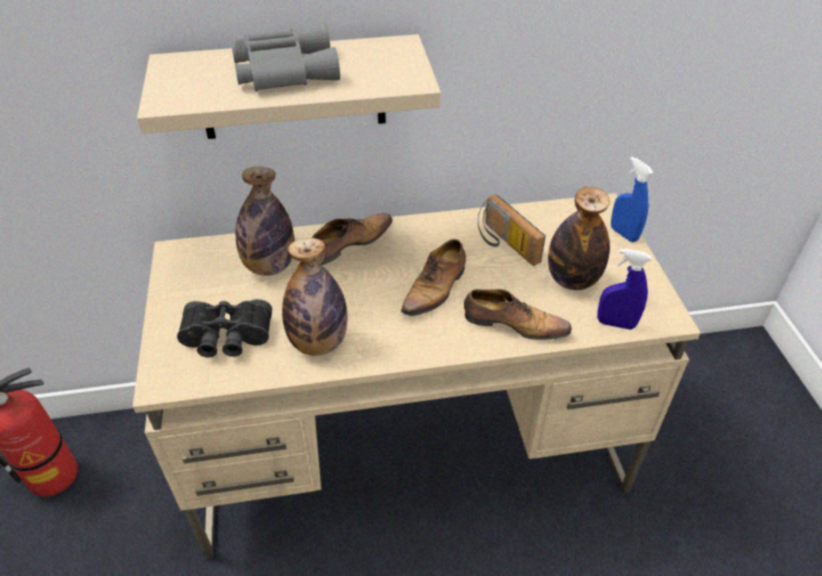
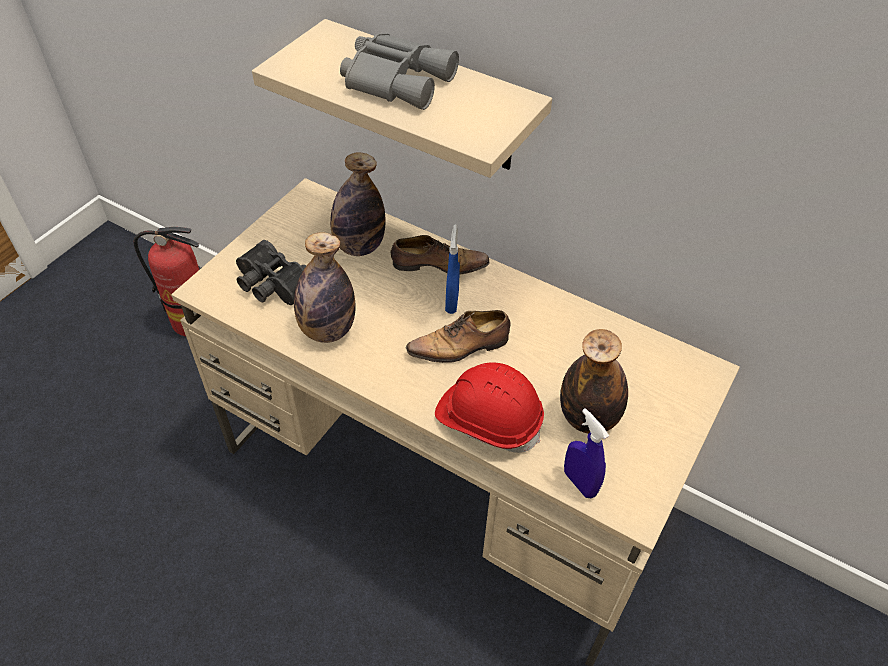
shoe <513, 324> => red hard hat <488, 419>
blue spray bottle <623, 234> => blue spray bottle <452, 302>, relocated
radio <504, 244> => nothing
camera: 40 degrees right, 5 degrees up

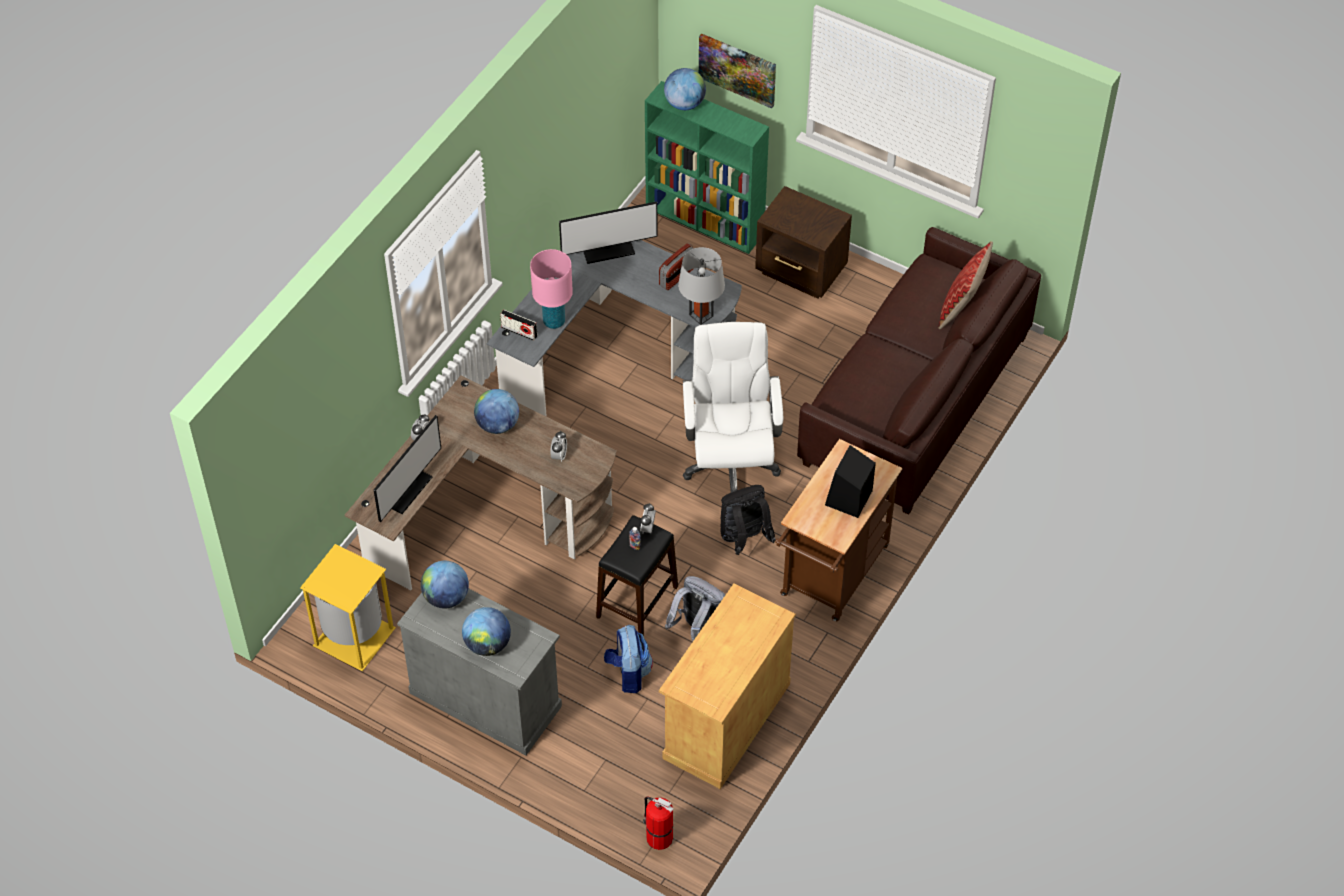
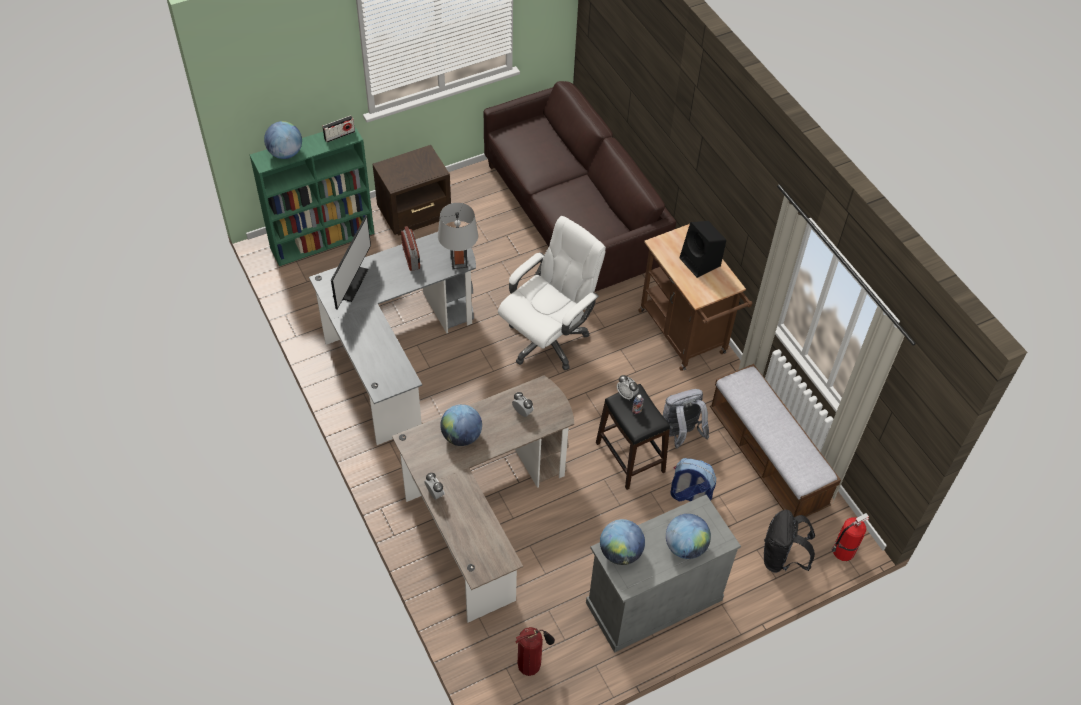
radio <519, 332> => radio <339, 135>, relocated
white office chair <730, 462> => white office chair <548, 339>, 105 degrees clockwise
yellow trash can <354, 635> => fire extinguisher <531, 665>
beige cabinet <726, 720> => bench <767, 458>
black backpack <744, 539> => black backpack <781, 558>, relocated
monitor <407, 490> => nothing
pink table lamp <554, 321> => nothing
picture <738, 69> => nothing
pillow <961, 307> => nothing
camera: 60 degrees left, 0 degrees up

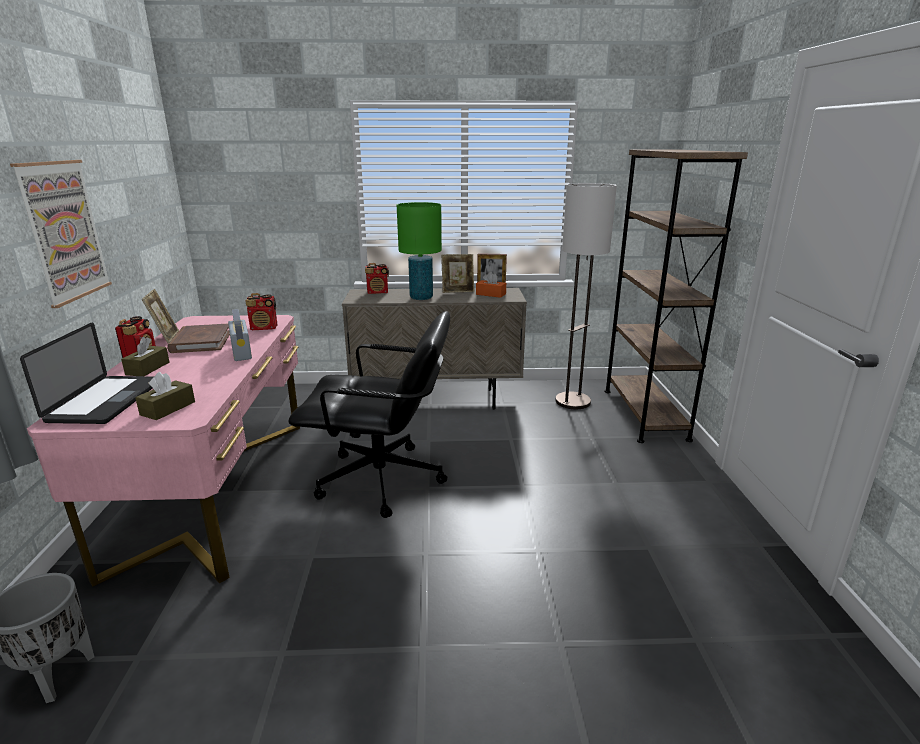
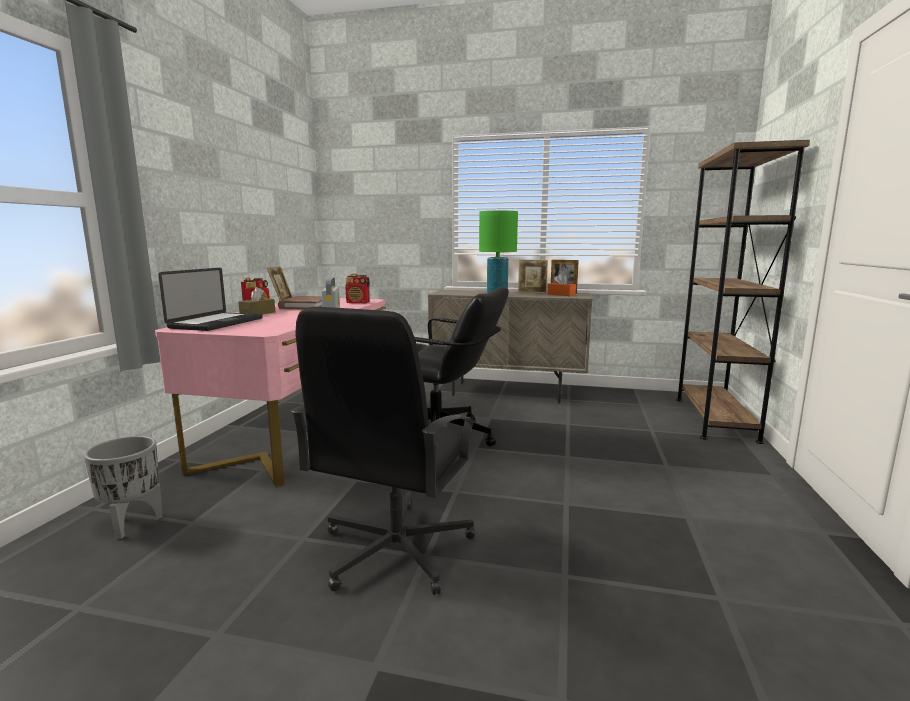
nothing => black office chair <394, 550>
picture <64, 231> => nothing
brown tissue box <168, 408> => nothing
radio <378, 292> => nothing
floor lamp <572, 401> => nothing
camera: 15 degrees right, 10 degrees down

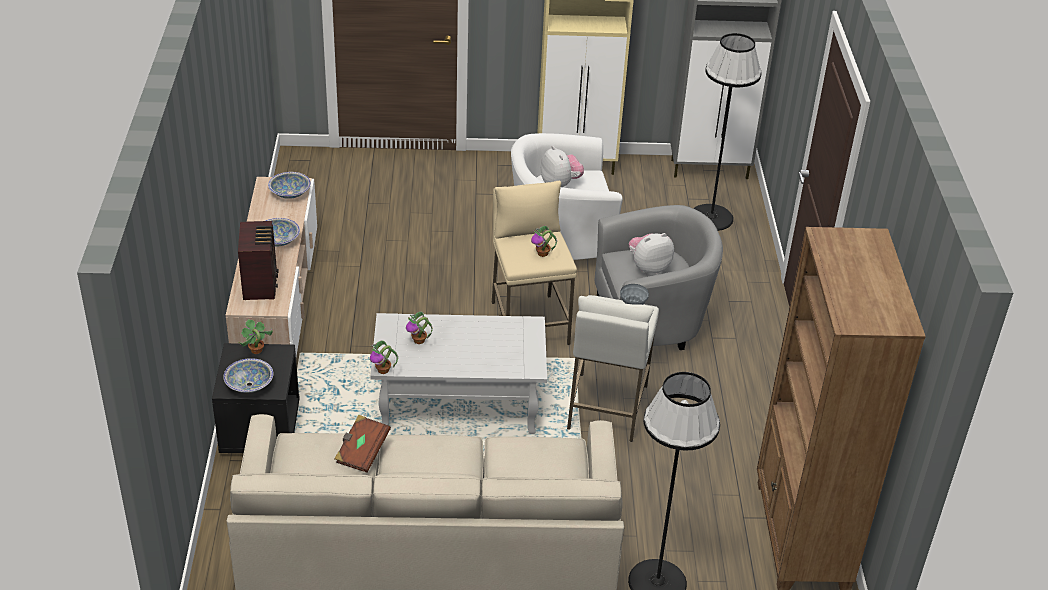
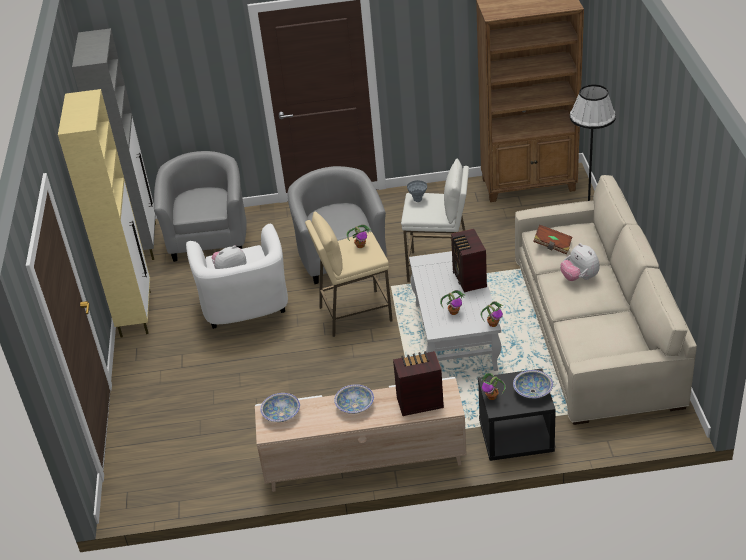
black floor lamp <711, 217> => grey armchair <209, 237>
nothing => radio <469, 279>
brown book <362, 452> => brown book <552, 246>, relocated
plush toy <648, 267> => plush toy <579, 278>, relocated
camera: 90 degrees left, 0 degrees up

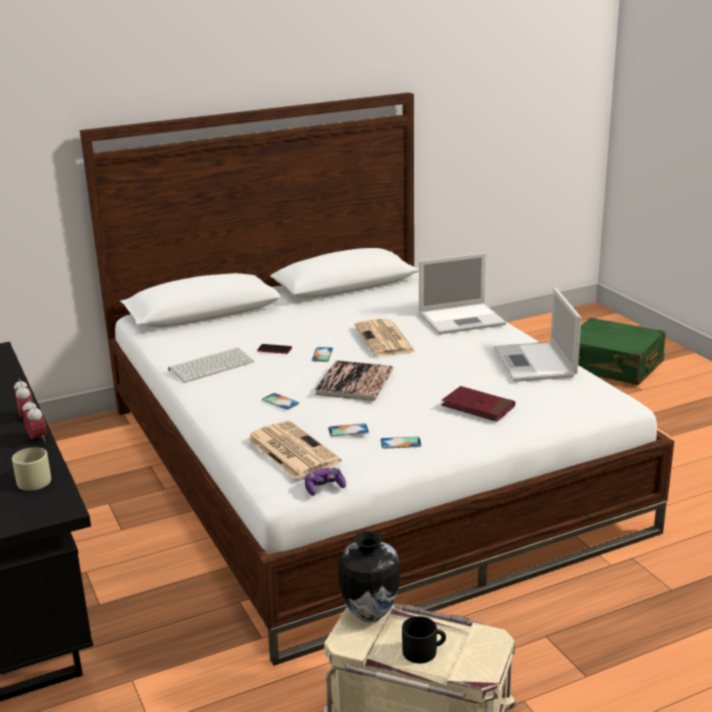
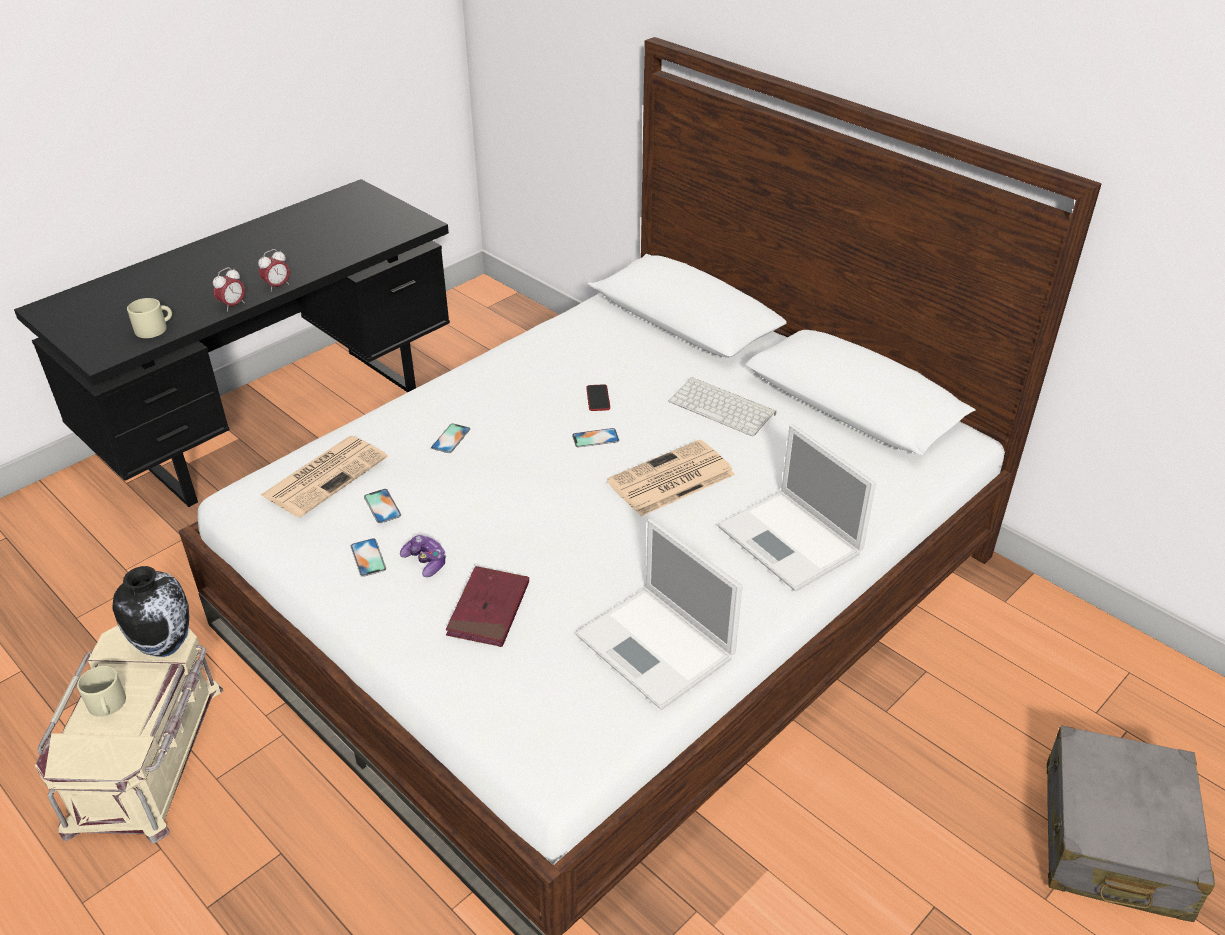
black mug <424, 651> => beige mug <107, 705>
game controller <324, 488> => game controller <425, 562>, relocated
laptop <535, 363> => laptop <657, 648>, 105 degrees counterclockwise
keyboard <212, 365> => keyboard <724, 407>, relocated
green suitcase <612, 366> => grey suitcase <1113, 839>
book <355, 382> => nothing
camera: 70 degrees right, 15 degrees up

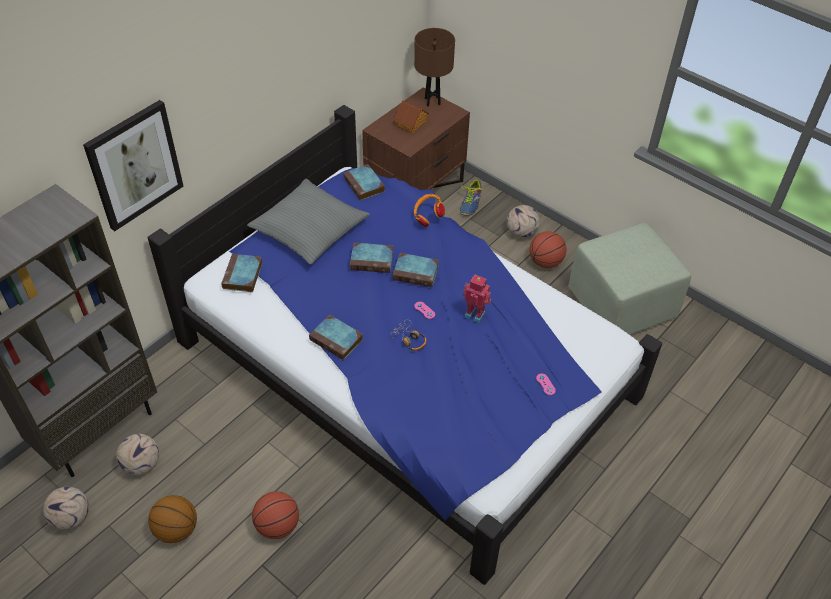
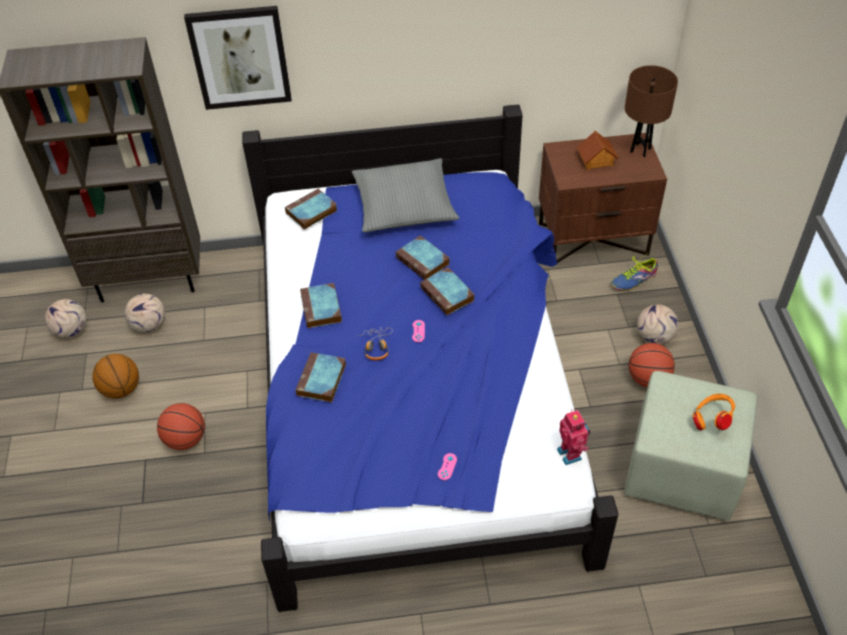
book <364, 185> => book <321, 381>, relocated
toy robot <475, 313> => toy robot <571, 454>, relocated
orange headphones <427, 217> => orange headphones <711, 420>, relocated
camera: 45 degrees right, 0 degrees up

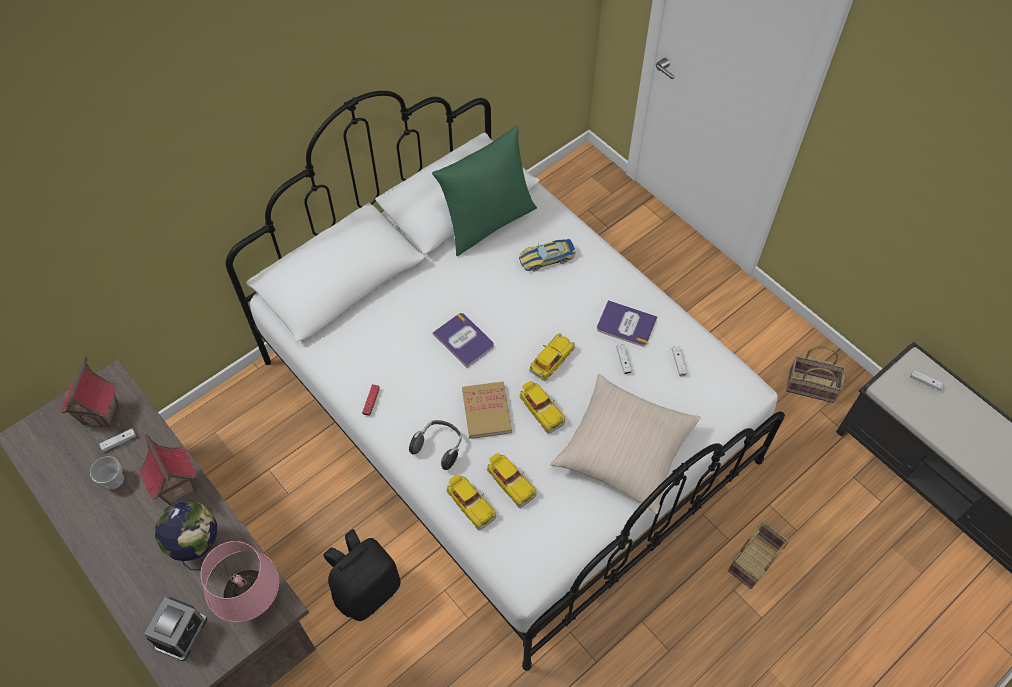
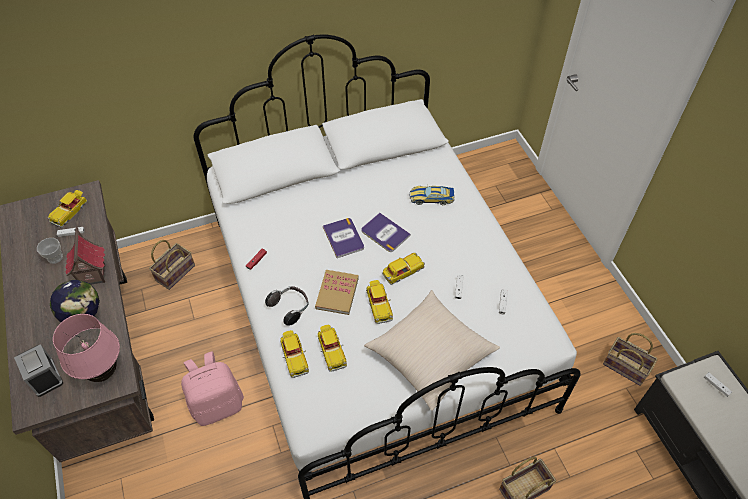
alarm clock <181, 633> => alarm clock <45, 377>, 75 degrees counterclockwise
toy house <101, 414> => toy car <70, 212>
nothing => basket <175, 272>
black backpack <366, 588> => pink backpack <217, 404>
book <626, 324> => book <385, 233>, relocated
green pillow <487, 222> => nothing
camera: 20 degrees right, 5 degrees down

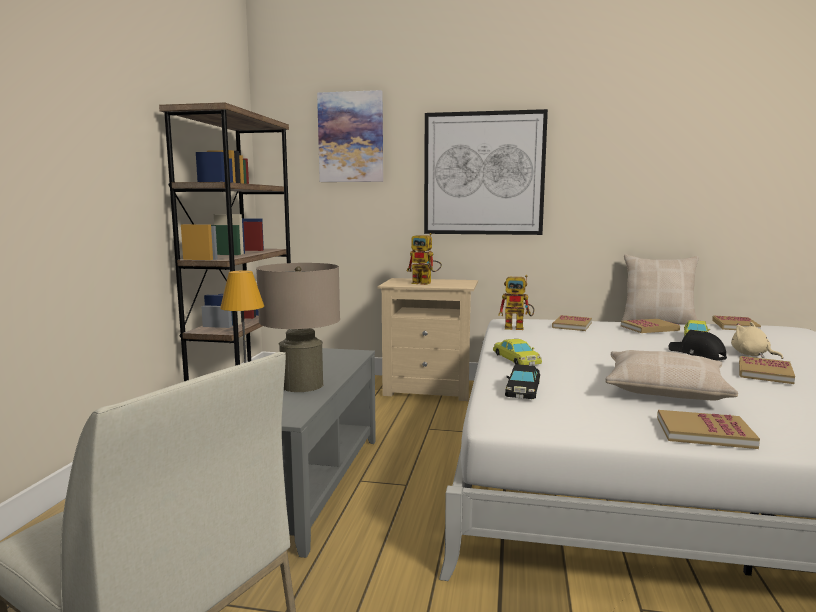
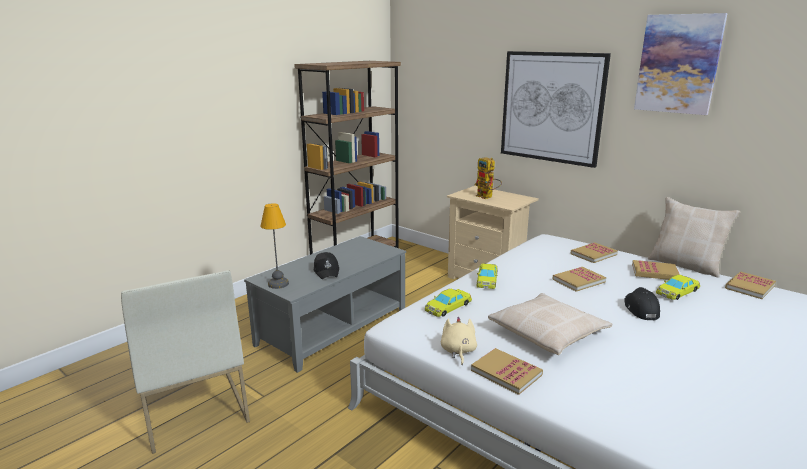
beige table lamp <302, 385> => black cap <327, 271>
black toy car <523, 389> => yellow toy car <448, 307>
beige plush toy <751, 355> => beige plush toy <458, 351>, relocated
book <764, 372> => book <578, 280>, relocated
picture <351, 137> => picture <678, 64>, relocated
toy robot <518, 328> => nothing
camera: 30 degrees right, 10 degrees up

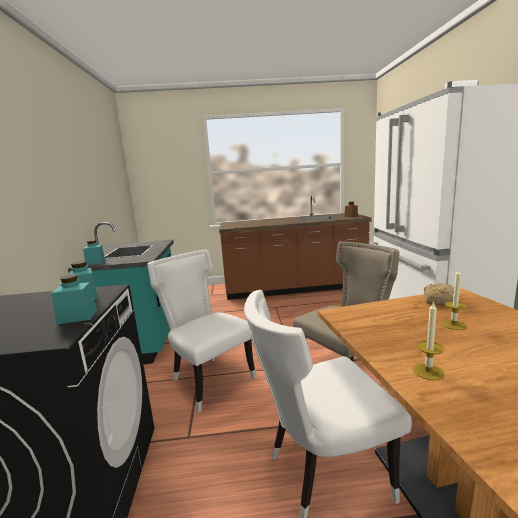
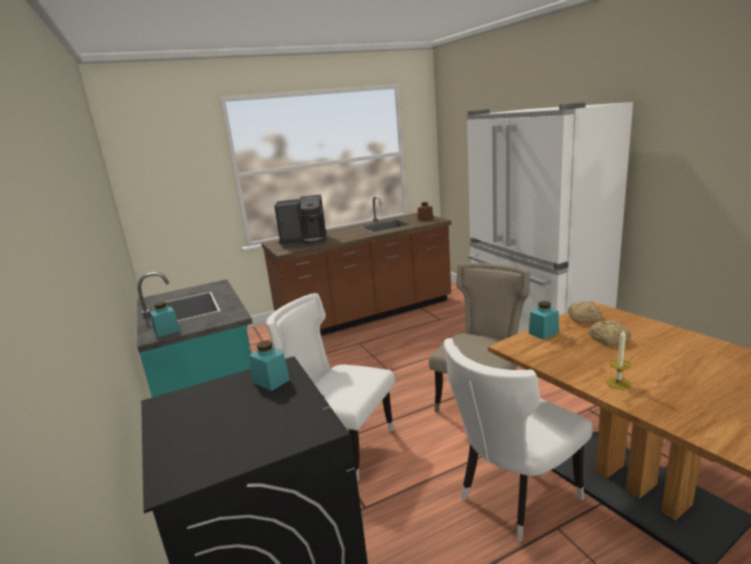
nothing => coffee machine <305, 241>
turquoise jar <77, 317> => turquoise jar <543, 333>, relocated
candle <453, 325> => bread <608, 339>
camera: 20 degrees left, 5 degrees up

